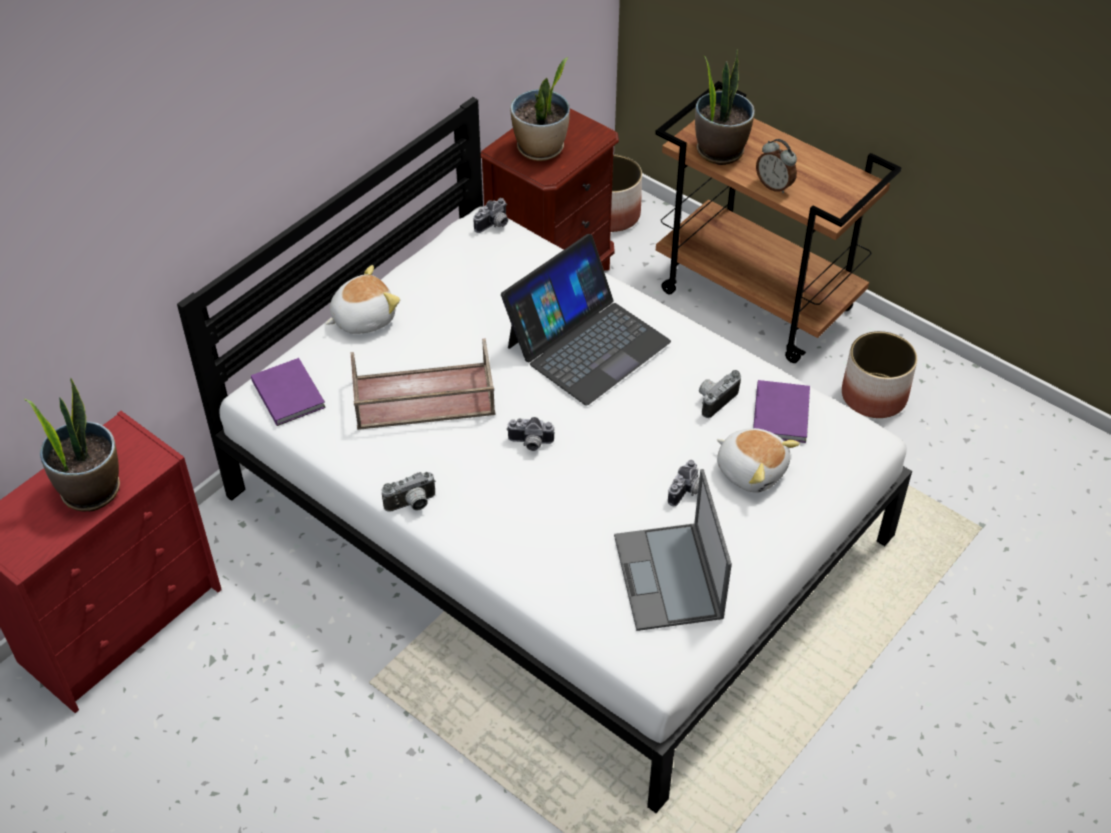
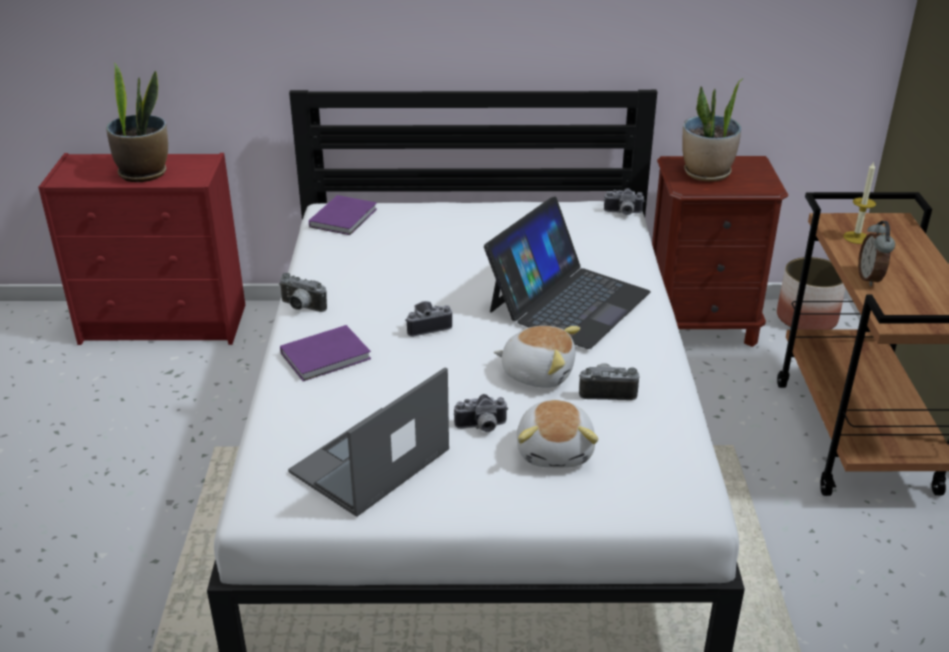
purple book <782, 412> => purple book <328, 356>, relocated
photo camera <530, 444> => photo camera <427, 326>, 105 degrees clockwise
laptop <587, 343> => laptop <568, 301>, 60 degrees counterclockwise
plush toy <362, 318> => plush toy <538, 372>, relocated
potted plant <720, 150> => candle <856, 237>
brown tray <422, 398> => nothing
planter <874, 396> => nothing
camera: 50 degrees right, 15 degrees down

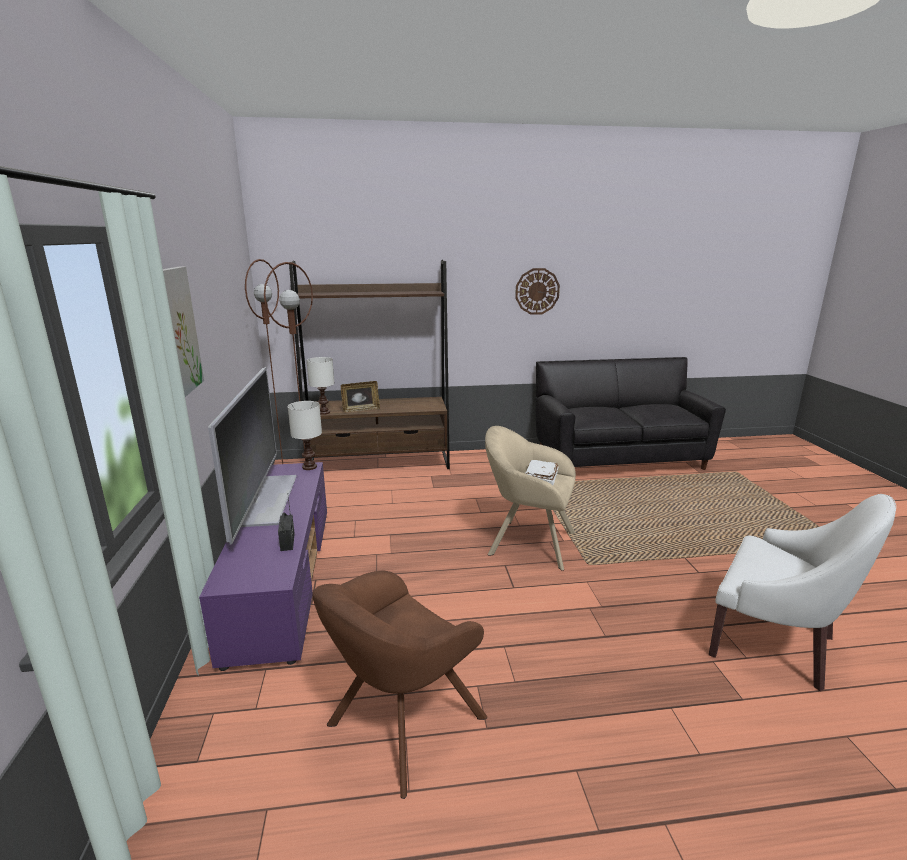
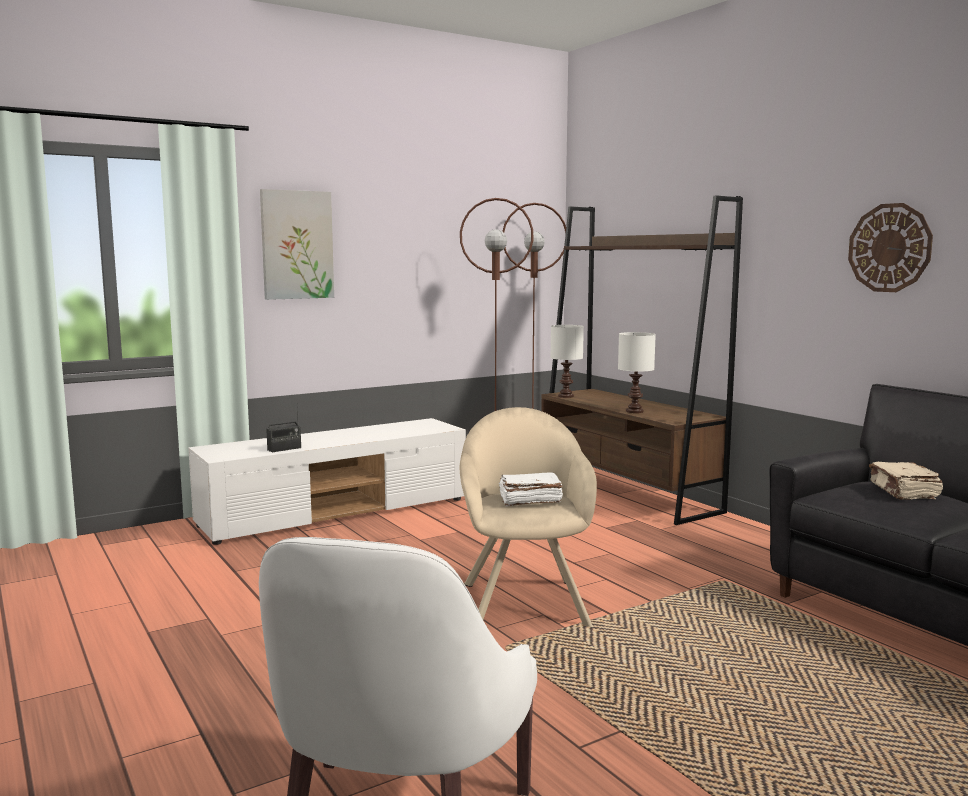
purple tv stand <282, 577> => white tv stand <337, 512>
white table lamp <309, 467> => white table lamp <633, 411>, relocated
nothing => beige book <903, 492>
television <268, 499> => nothing
brown armchair <400, 726> => nothing
picture frame <361, 409> => nothing
camera: 65 degrees right, 10 degrees down

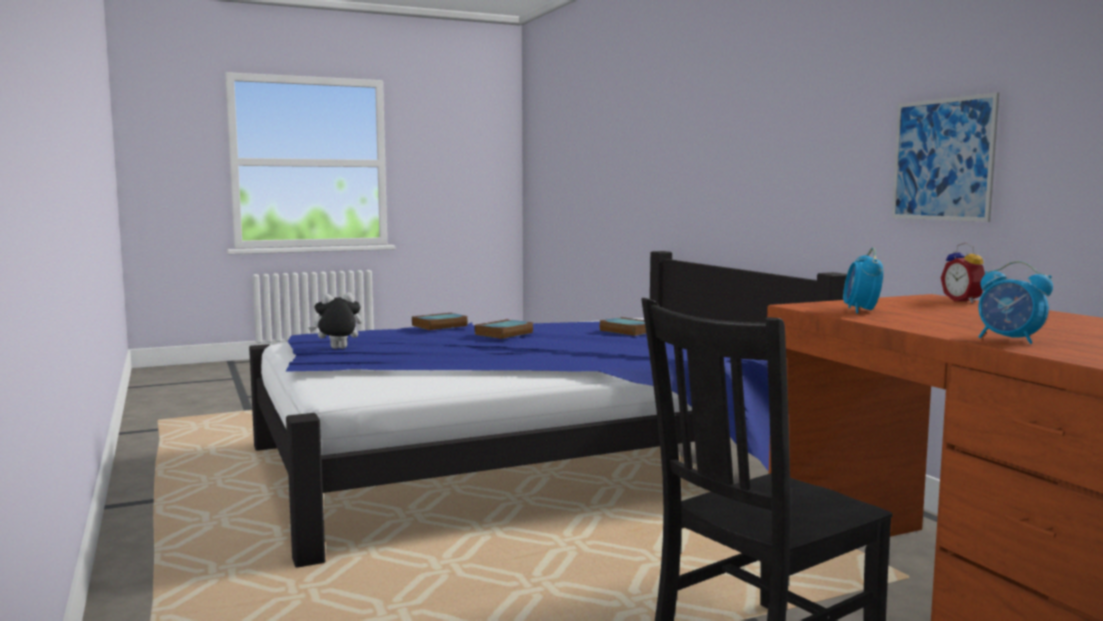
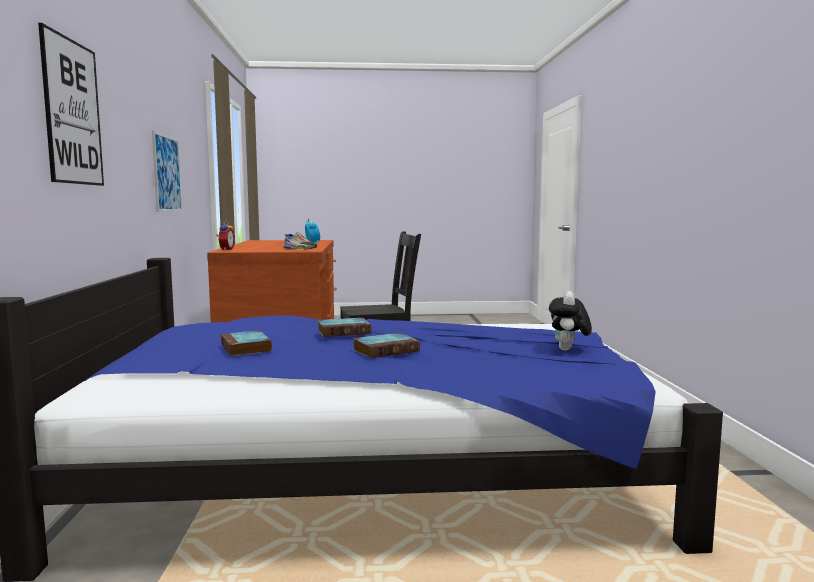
nothing => picture <72, 112>
alarm clock <861, 311> => shoe <300, 248>
book <439, 326> => book <344, 331>, relocated
plush toy <337, 349> => plush toy <568, 350>, 105 degrees clockwise
camera: 160 degrees left, 0 degrees up

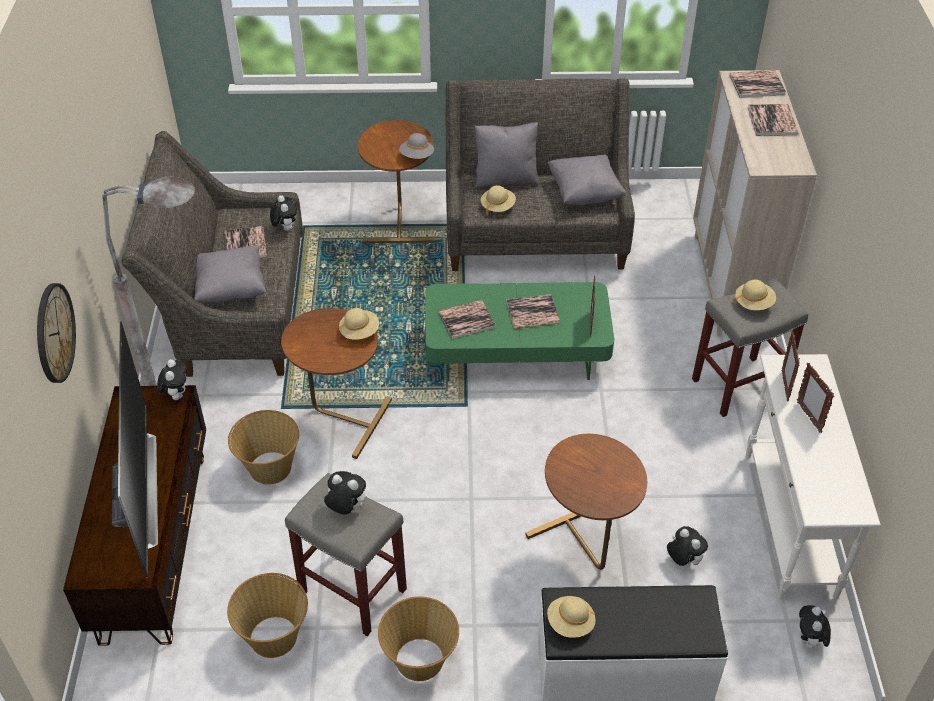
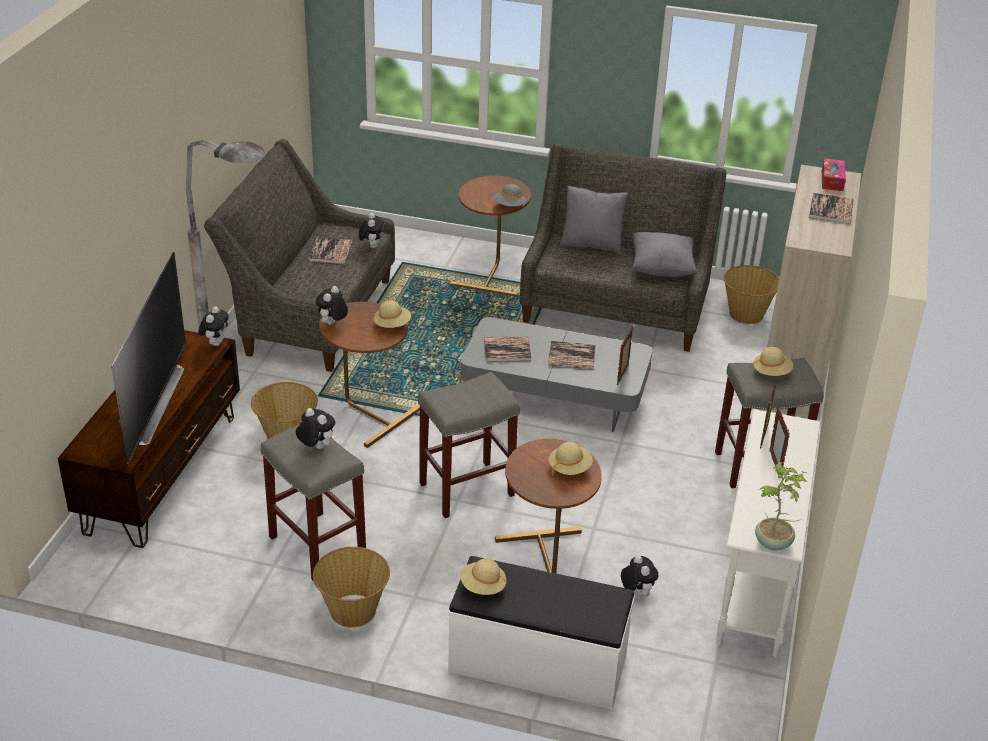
plush toy <809, 641> => plush toy <332, 324>, relocated
nothing => grey stool <465, 490>
green coffee table <516, 350> => grey coffee table <554, 395>
beige hat <497, 206> => beige hat <569, 468>, relocated
basket <274, 636> => basket <746, 314>, relocated
nothing => potted plant <774, 543>
book <757, 84> => tissue box <832, 180>
wall clock <54, 333> => nothing
grey pillow <230, 289> => nothing
camera: 15 degrees right, 10 degrees down

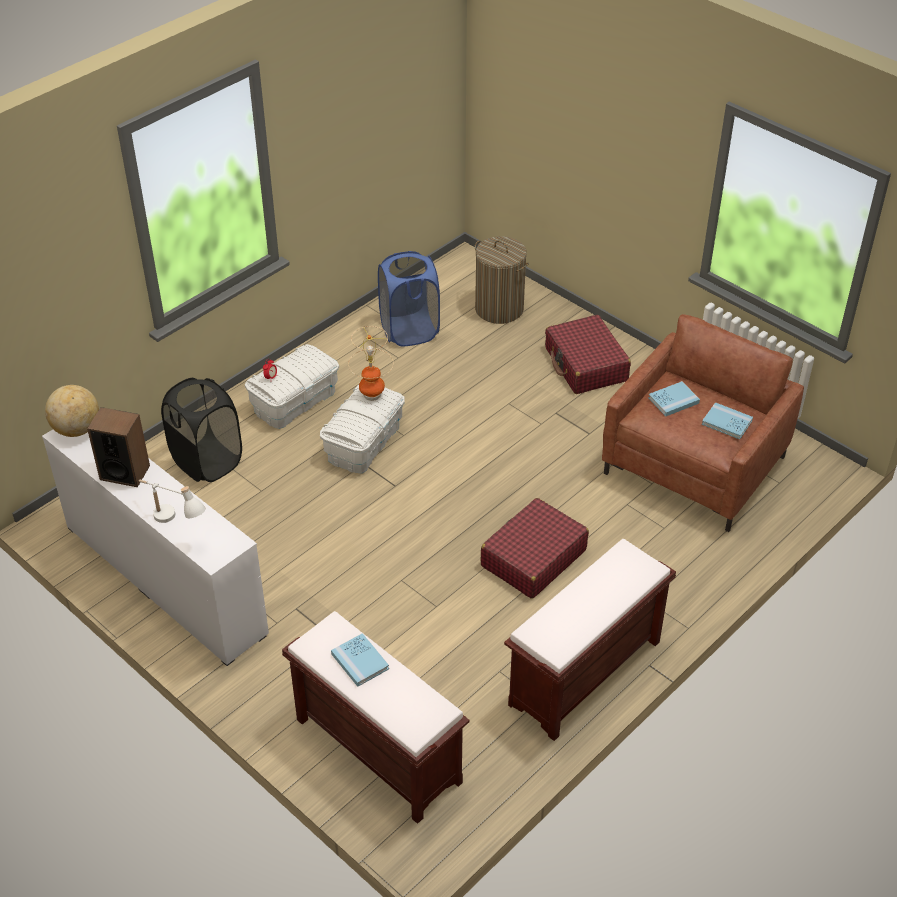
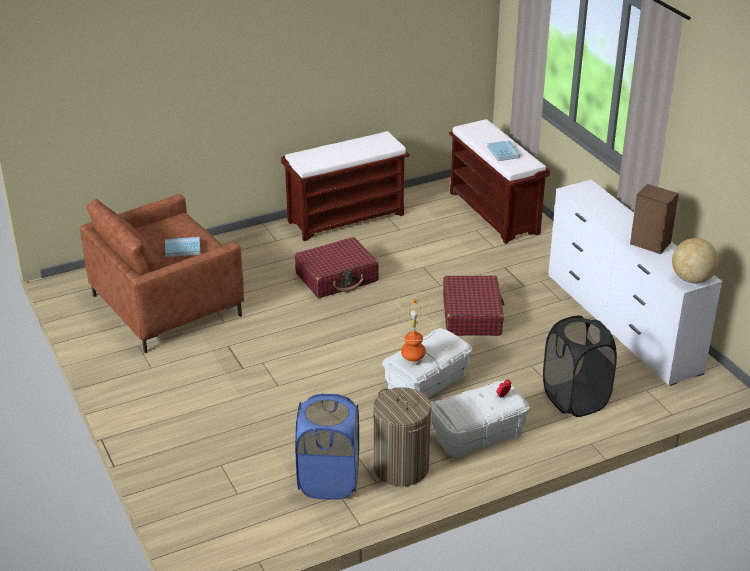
laundry basket <499, 309> => laundry basket <401, 467>, relocated
red suitcase <586, 365> => red suitcase <472, 315>, relocated
white table lamp <174, 523> => nothing
blue book <727, 422> => nothing
camera: 160 degrees left, 10 degrees down

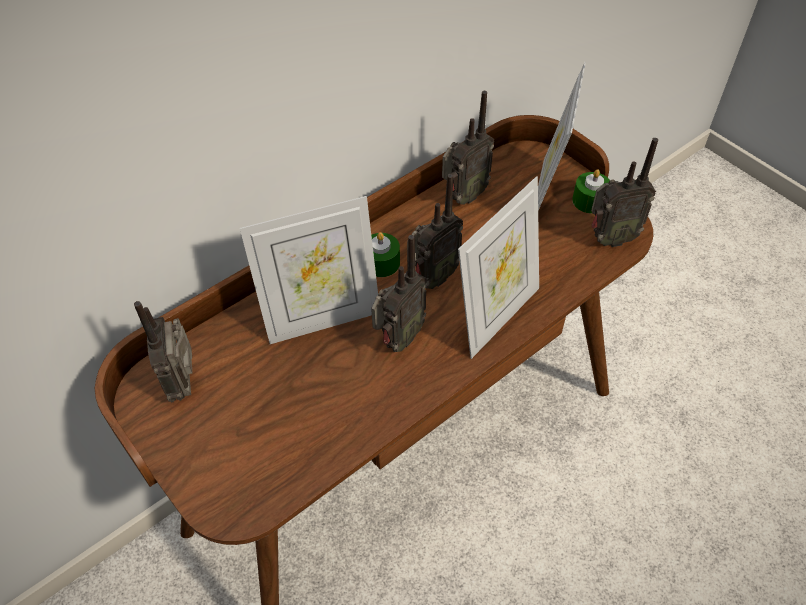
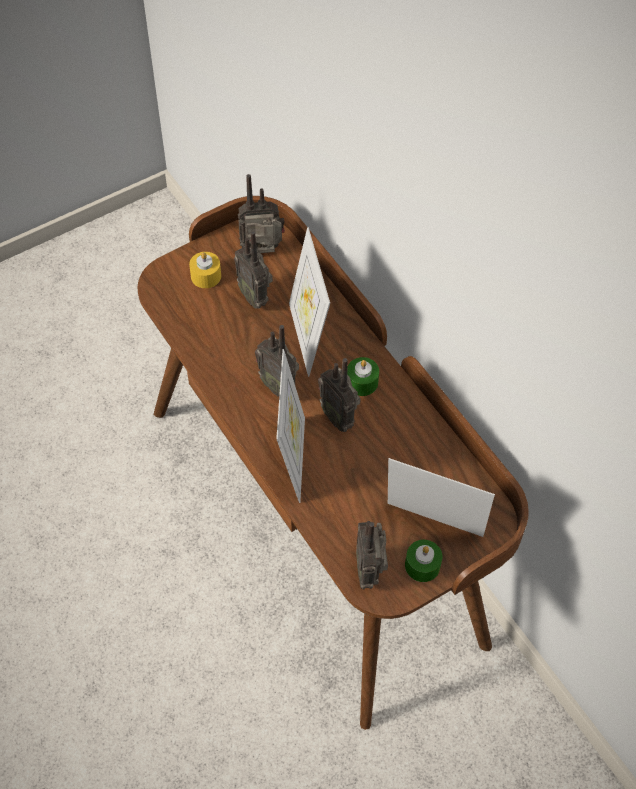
nothing => yellow candle <206, 276>
radio <463, 197> => radio <255, 296>, relocated
picture frame <496, 316> => picture frame <292, 459>, 135 degrees counterclockwise
camera: 95 degrees right, 5 degrees up

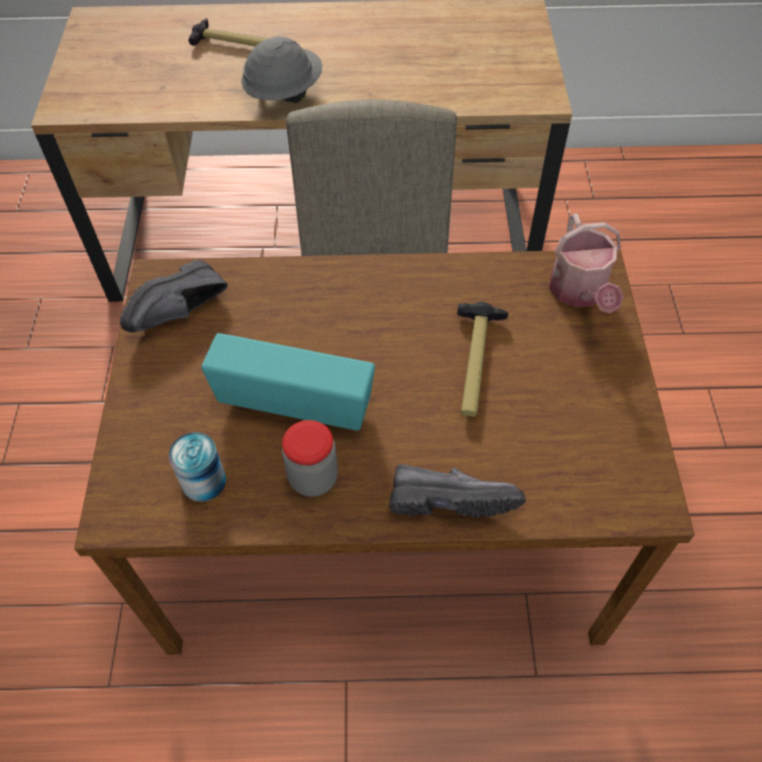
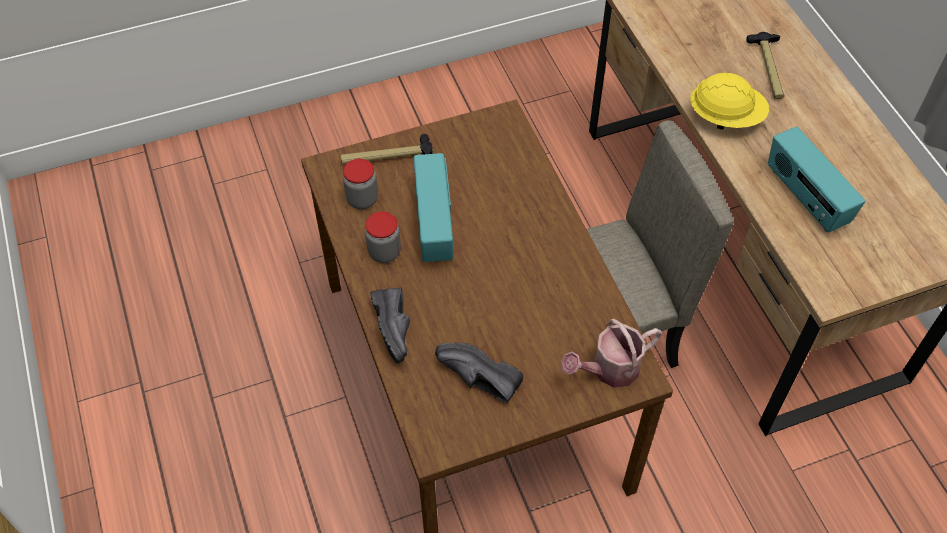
hammer <476, 363> => hammer <387, 158>, relocated
can <204, 481> => jar <362, 199>
black shoe <182, 313> => black shoe <476, 382>, relocated
grey hard hat <284, 94> => yellow hard hat <725, 117>
nothing => radio <805, 198>
camera: 70 degrees right, 0 degrees up

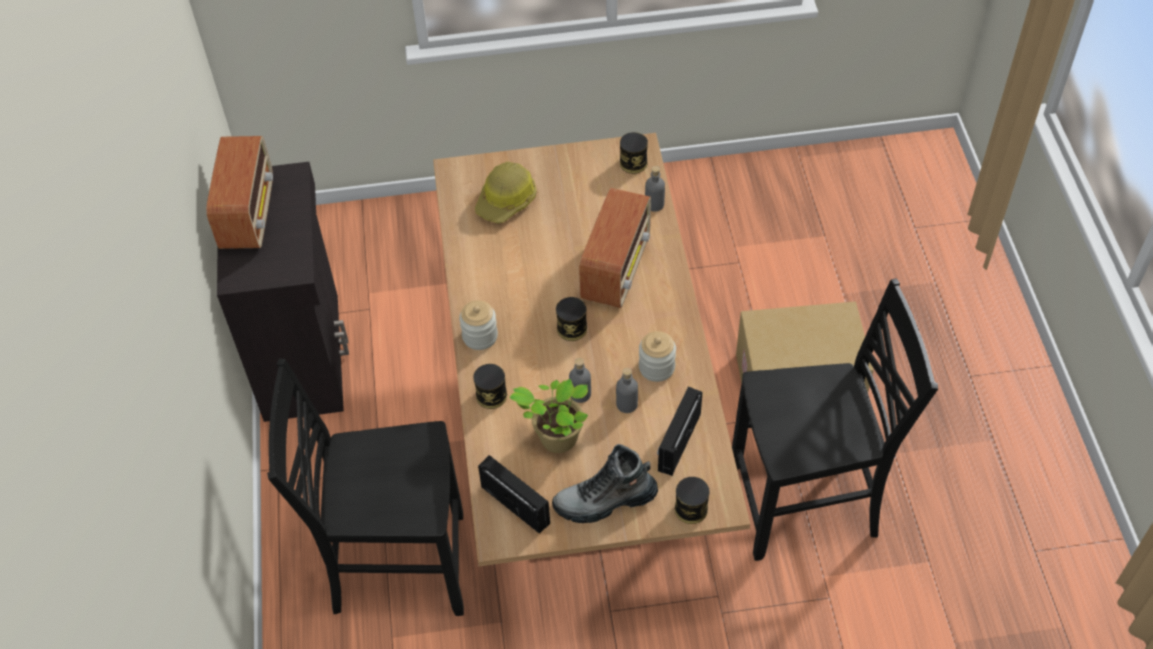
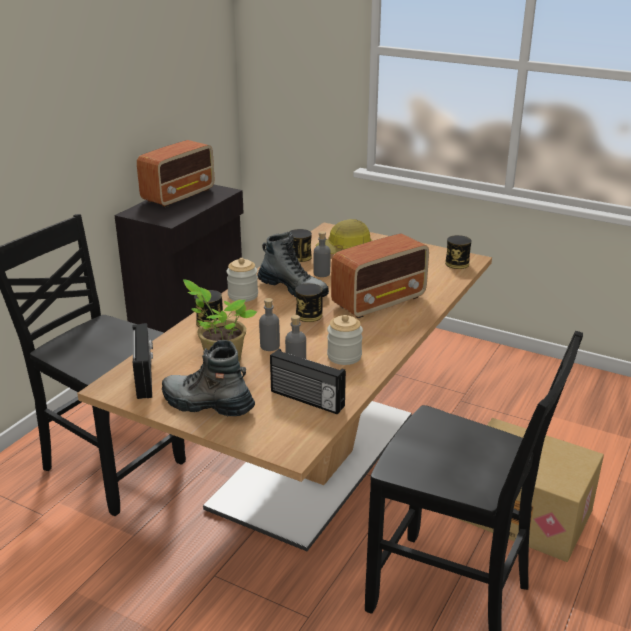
nothing => boot <293, 289>
radio <677, 442> => radio <306, 400>, 120 degrees counterclockwise
can <691, 509> => can <300, 257>, relocated
grey bottle <654, 204> => grey bottle <321, 273>, relocated
camera: 35 degrees right, 25 degrees down

